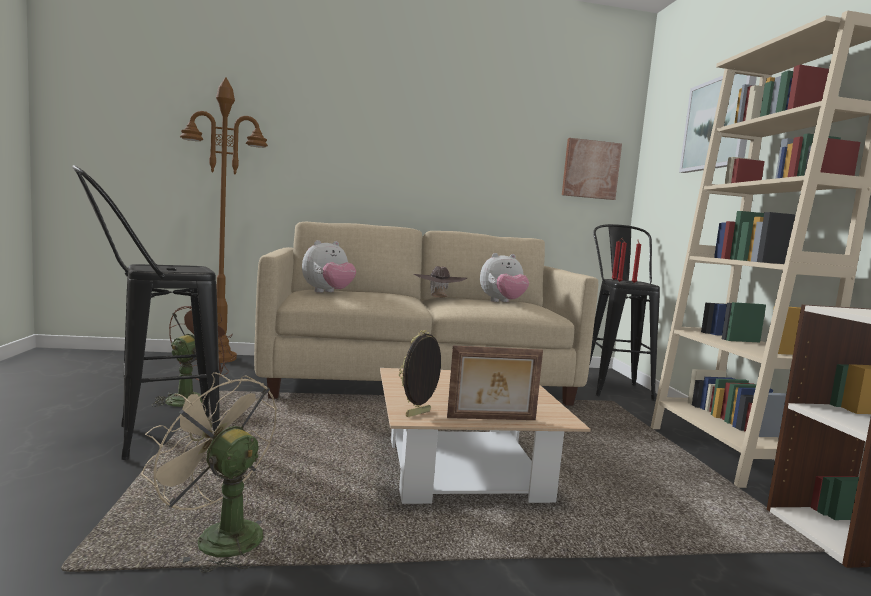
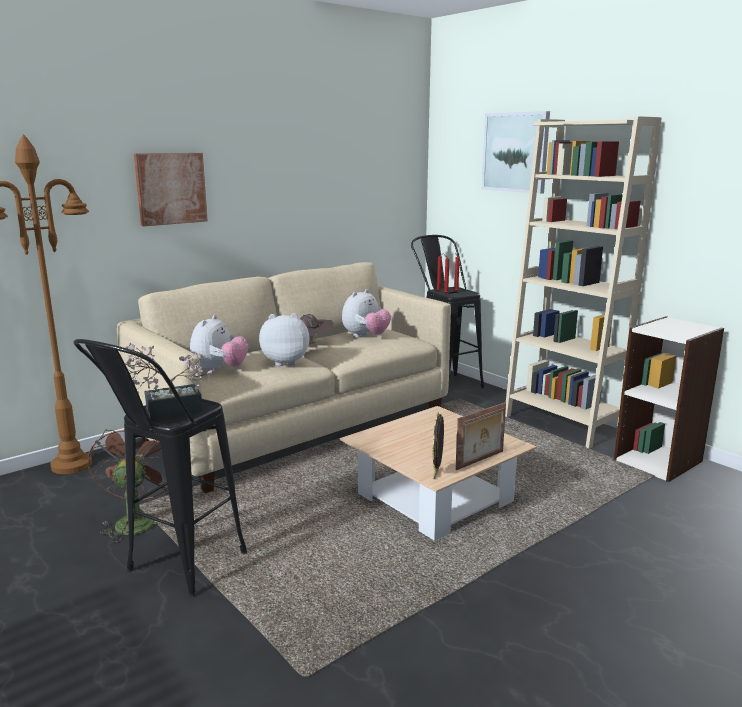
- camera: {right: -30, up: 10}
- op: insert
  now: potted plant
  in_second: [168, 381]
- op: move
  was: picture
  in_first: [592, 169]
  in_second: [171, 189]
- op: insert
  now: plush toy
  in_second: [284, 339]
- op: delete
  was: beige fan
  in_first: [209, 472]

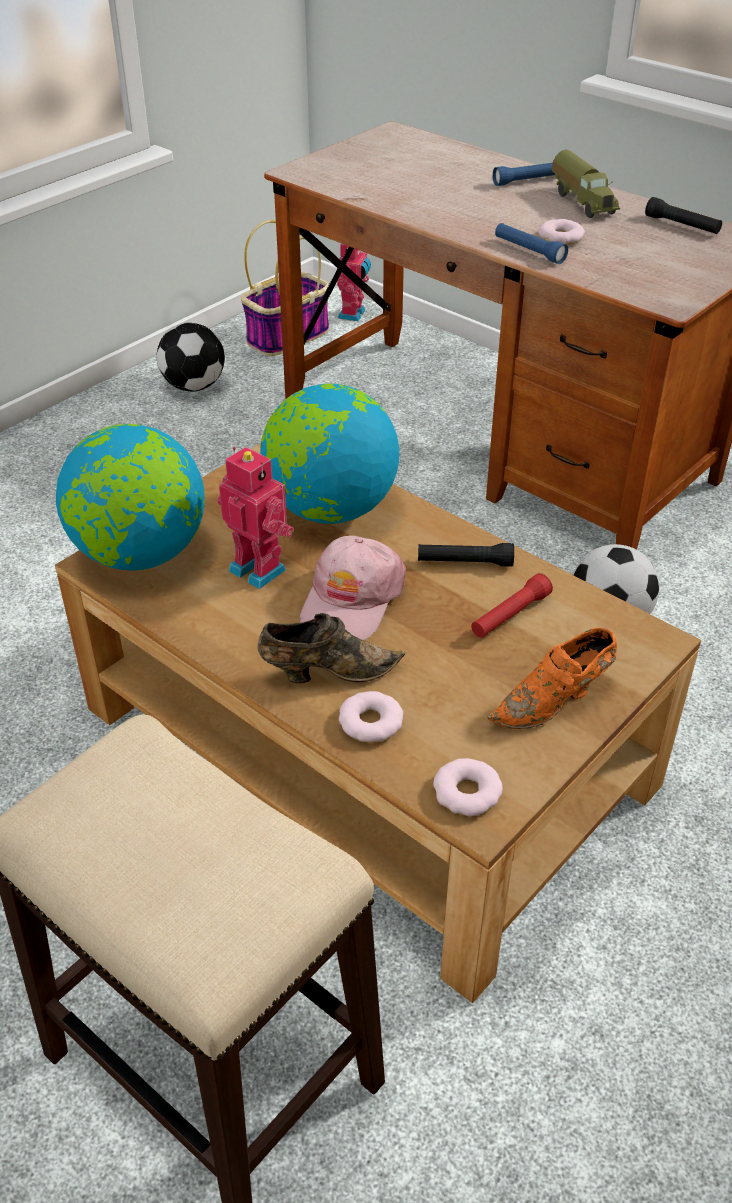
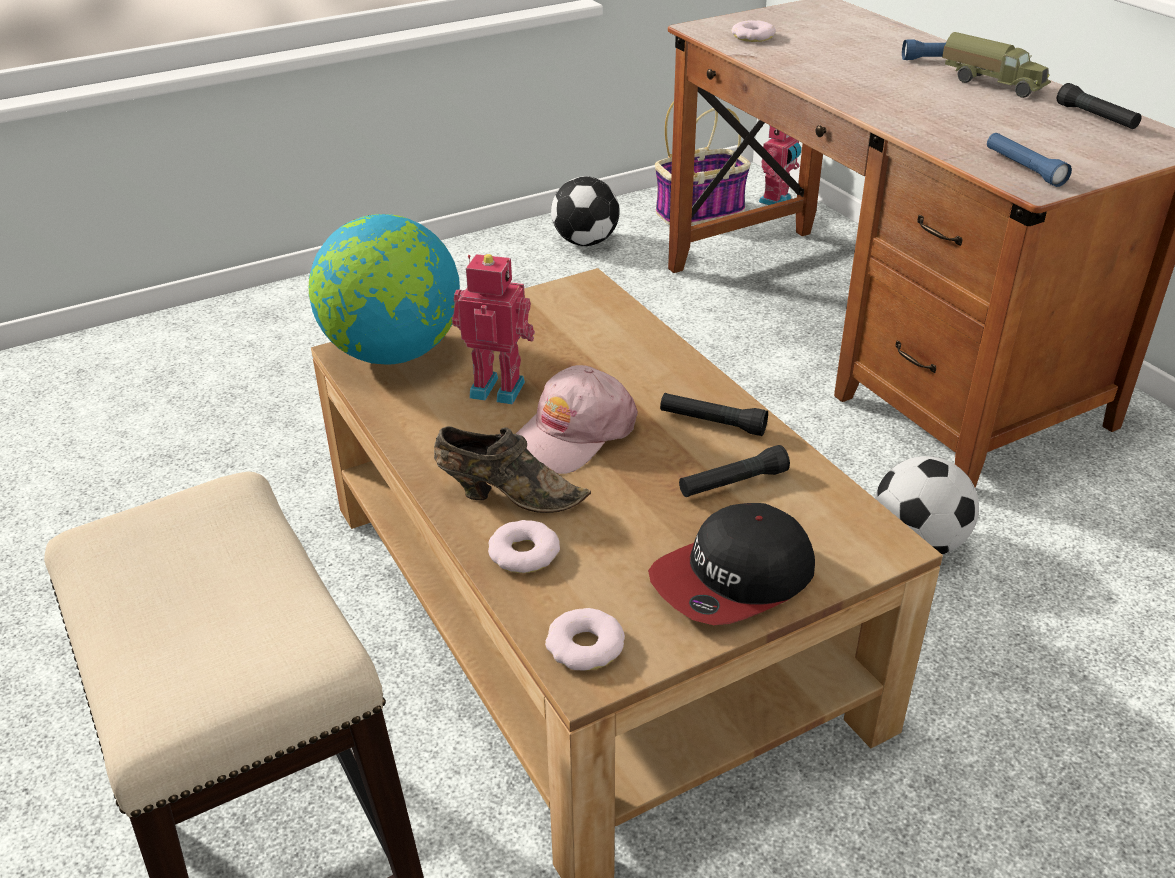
- camera: {right: 20, up: -5}
- op: rotate
  was: toy robot
  in_first: [255, 518]
  in_second: [493, 329]
  clockwise: -45
- op: replace
  was: orange shoe
  now: cap
  in_first: [552, 678]
  in_second: [731, 564]
- op: recolor
  was: red flashlight
  now: black flashlight
  in_first: [512, 605]
  in_second: [734, 471]
- op: move
  was: donut
  in_first: [561, 232]
  in_second: [753, 31]
- op: rotate
  was: toy truck
  in_first: [586, 184]
  in_second: [996, 65]
  clockwise: -45
- op: move
  was: blue flashlight
  in_first: [531, 243]
  in_second: [1029, 160]
- op: delete
  was: globe
  in_first: [329, 454]

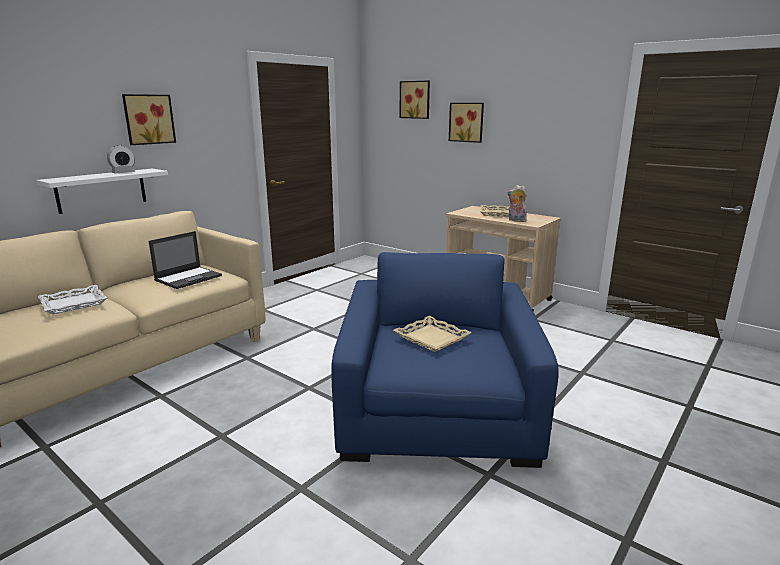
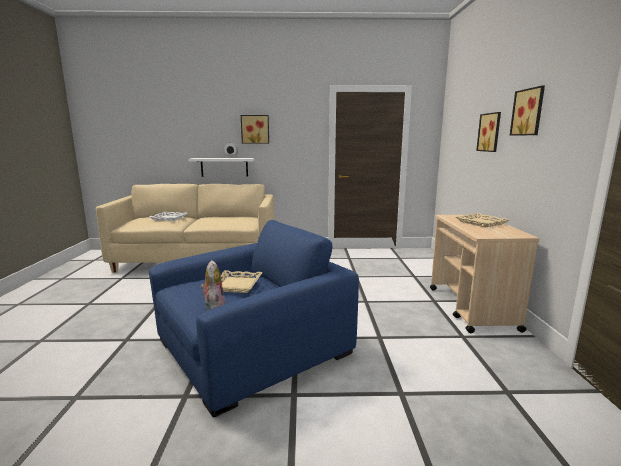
- camera: {right: 50, up: -5}
- op: move
  was: plush toy
  in_first: [517, 203]
  in_second: [213, 285]
- op: move
  was: picture
  in_first: [415, 99]
  in_second: [527, 111]
- op: delete
  was: laptop
  in_first: [185, 260]

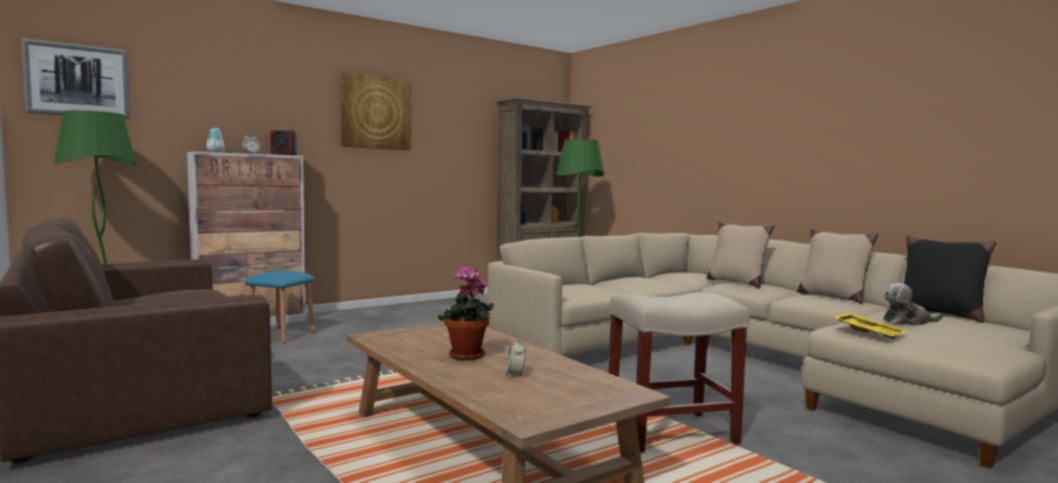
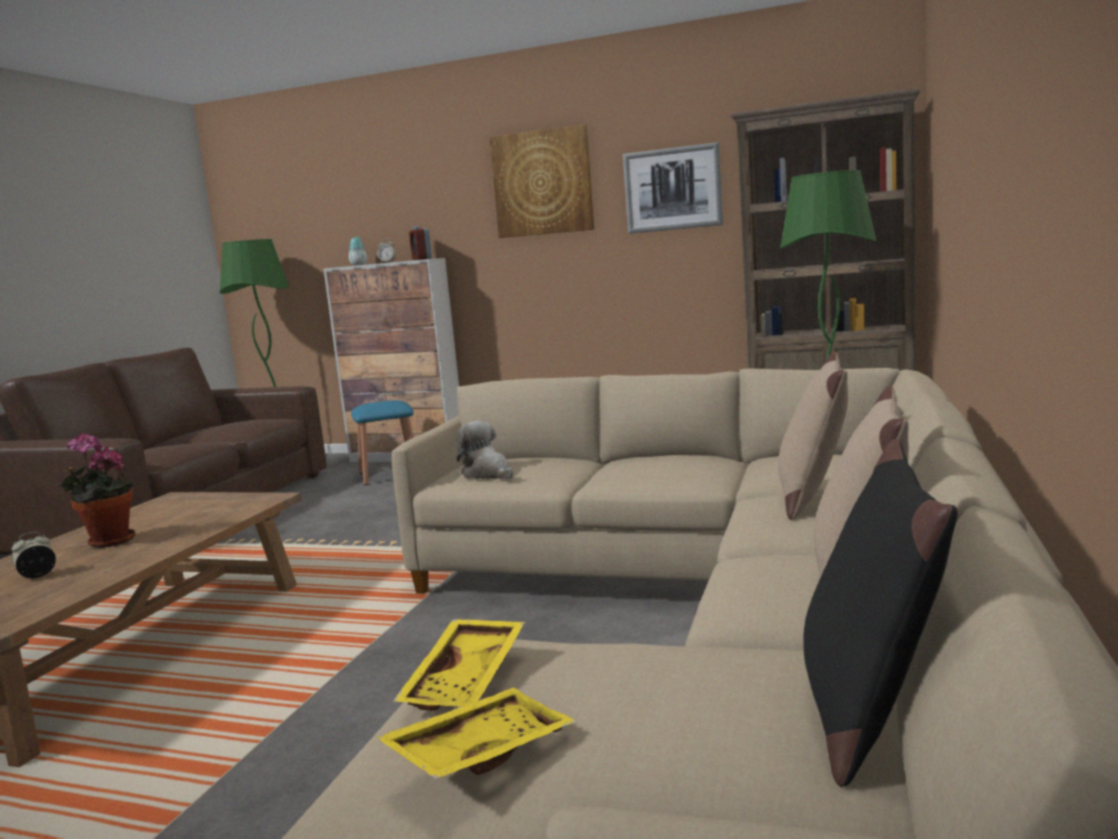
- camera: {right: 55, up: 5}
- op: insert
  now: yellow tray
  in_second: [476, 733]
- op: move
  was: plush toy
  in_first: [913, 304]
  in_second: [484, 450]
- op: move
  was: picture
  in_first: [75, 78]
  in_second: [673, 188]
- op: delete
  was: beige stool
  in_first: [679, 372]

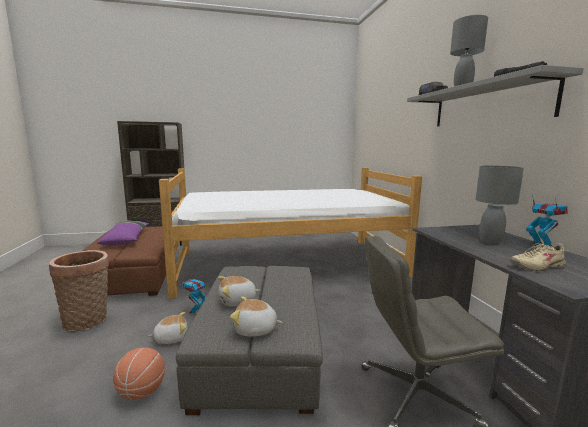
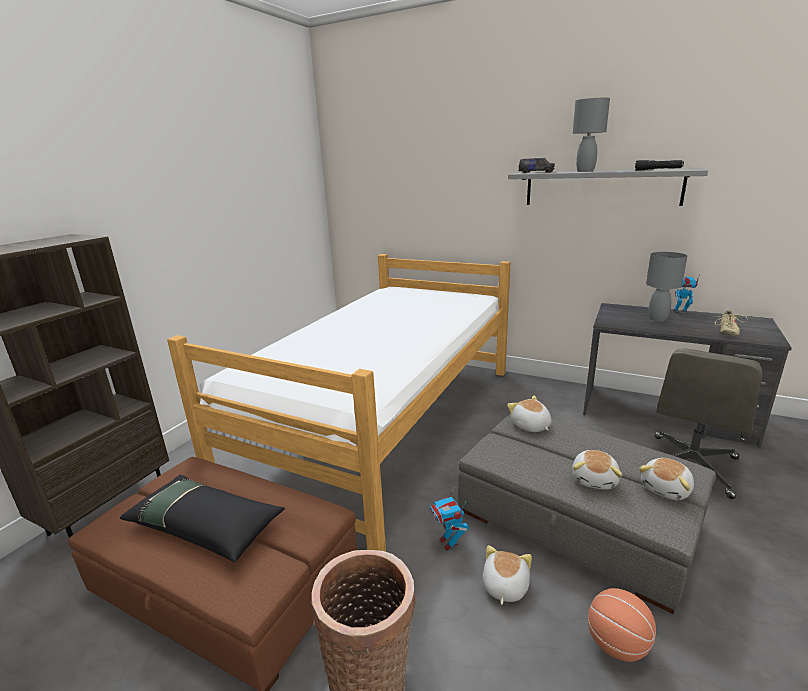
- camera: {right: -50, up: 10}
- op: recolor
  was: purple pillow
  now: black pillow
  in_first: [123, 233]
  in_second: [202, 518]
- op: insert
  now: plush toy
  in_second: [529, 414]

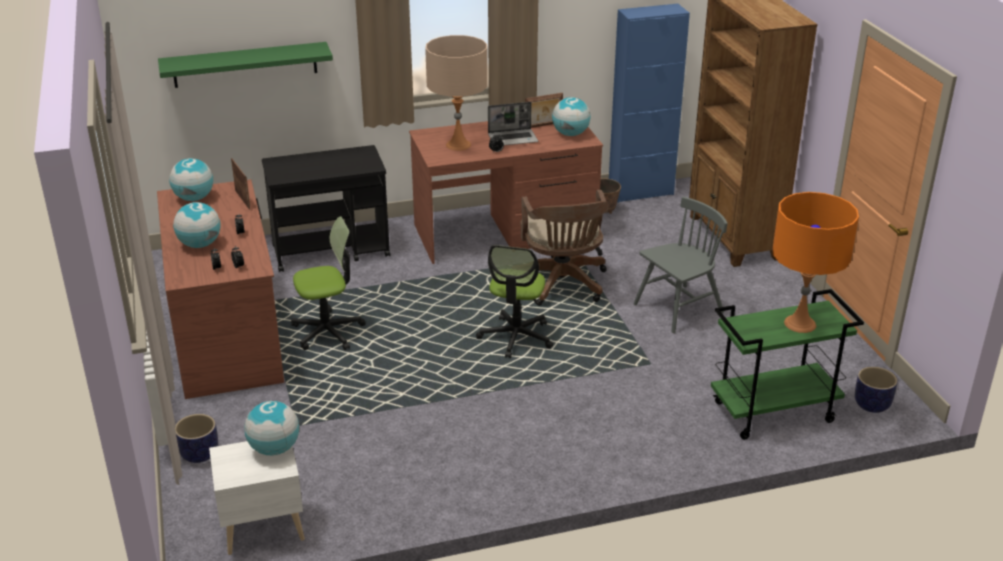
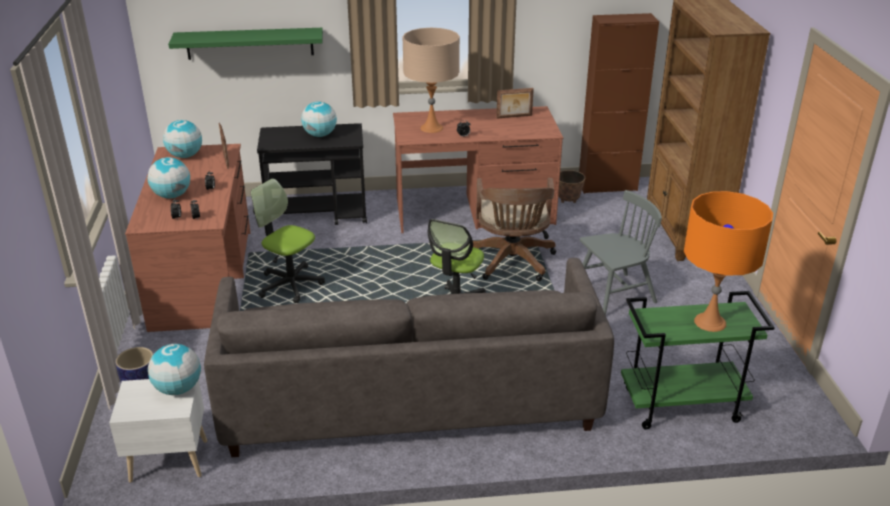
- camera: {right: 10, up: 0}
- op: insert
  now: grey sofa
  in_second: [409, 357]
- op: rotate
  was: office chair
  in_first: [328, 283]
  in_second: [288, 241]
  clockwise: -135
- op: move
  was: globe
  in_first: [571, 116]
  in_second: [319, 119]
- op: recolor
  was: blue cabinet
  now: brown cabinet
  in_first: [649, 103]
  in_second: [619, 103]
- op: delete
  was: laptop
  in_first: [513, 123]
- op: delete
  was: planter
  in_first: [876, 390]

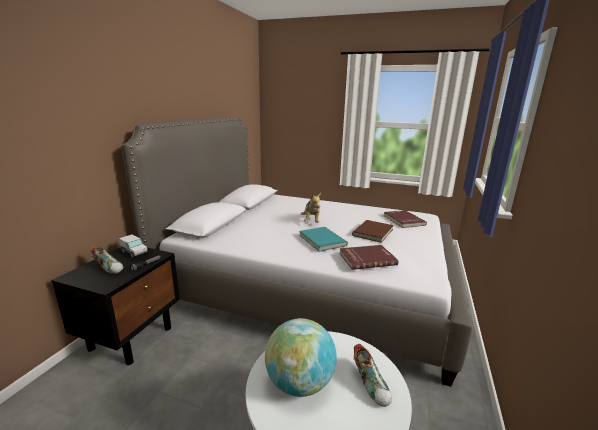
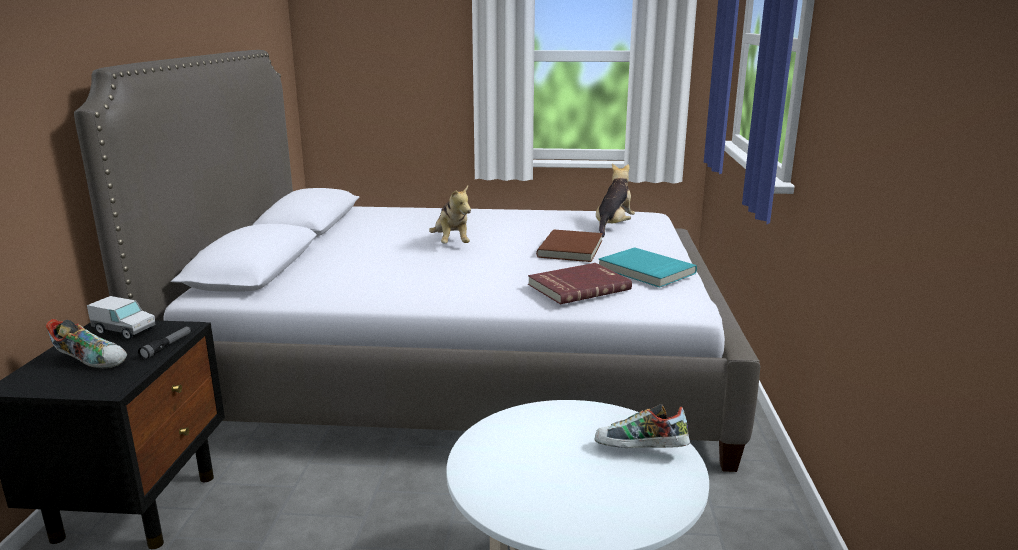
- camera: {right: -15, up: 0}
- op: rotate
  was: shoe
  in_first: [373, 375]
  in_second: [642, 426]
  clockwise: 135
- op: replace
  was: red book
  now: plush toy
  in_first: [405, 219]
  in_second: [615, 200]
- op: move
  was: turquoise book
  in_first: [323, 239]
  in_second: [647, 267]
- op: delete
  was: globe
  in_first: [301, 357]

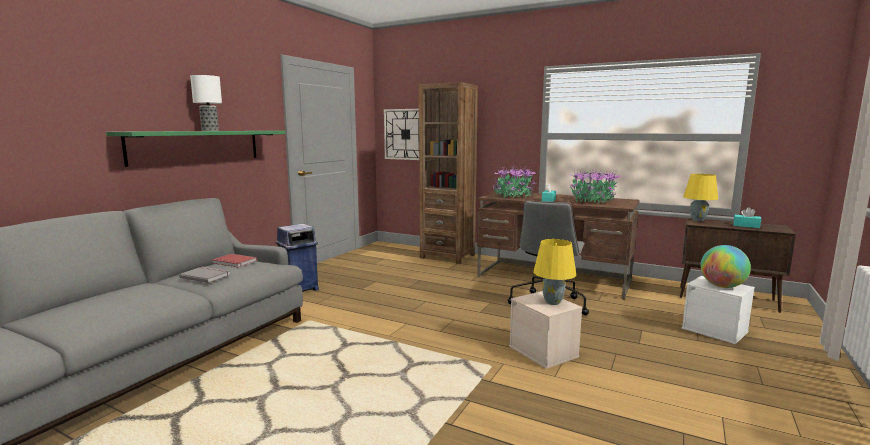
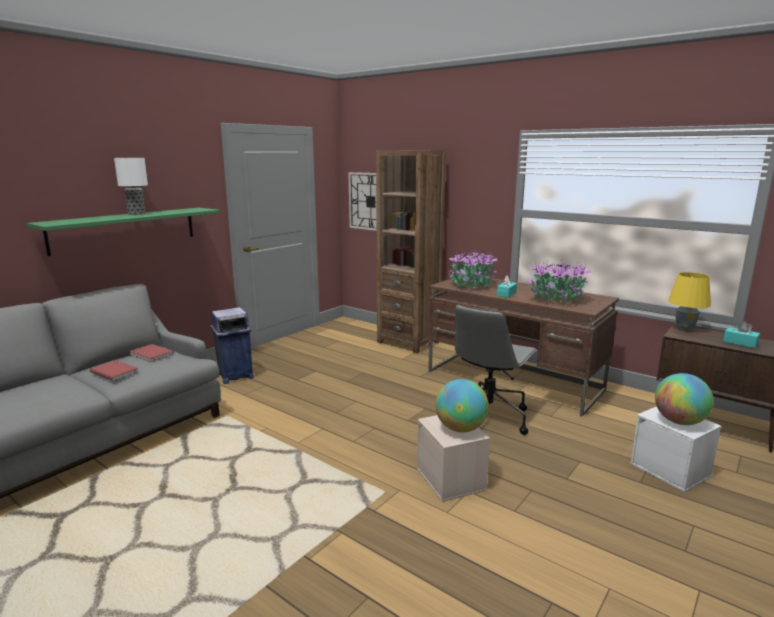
- camera: {right: 10, up: 5}
- op: recolor
  was: grey book
  now: red book
  in_first: [205, 275]
  in_second: [114, 370]
- op: replace
  was: yellow table lamp
  now: globe
  in_first: [554, 272]
  in_second: [462, 405]

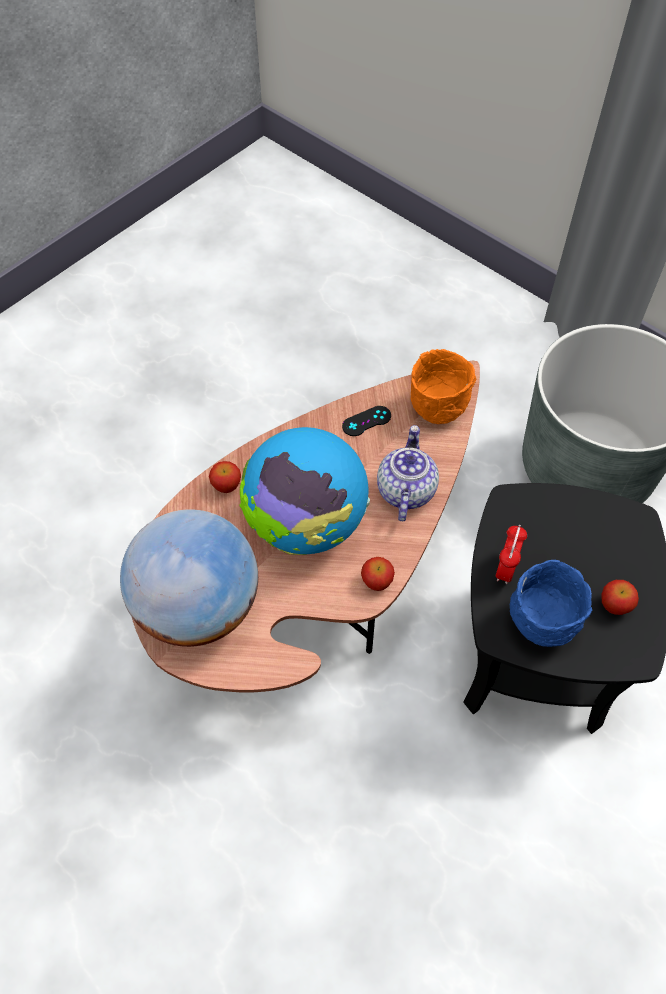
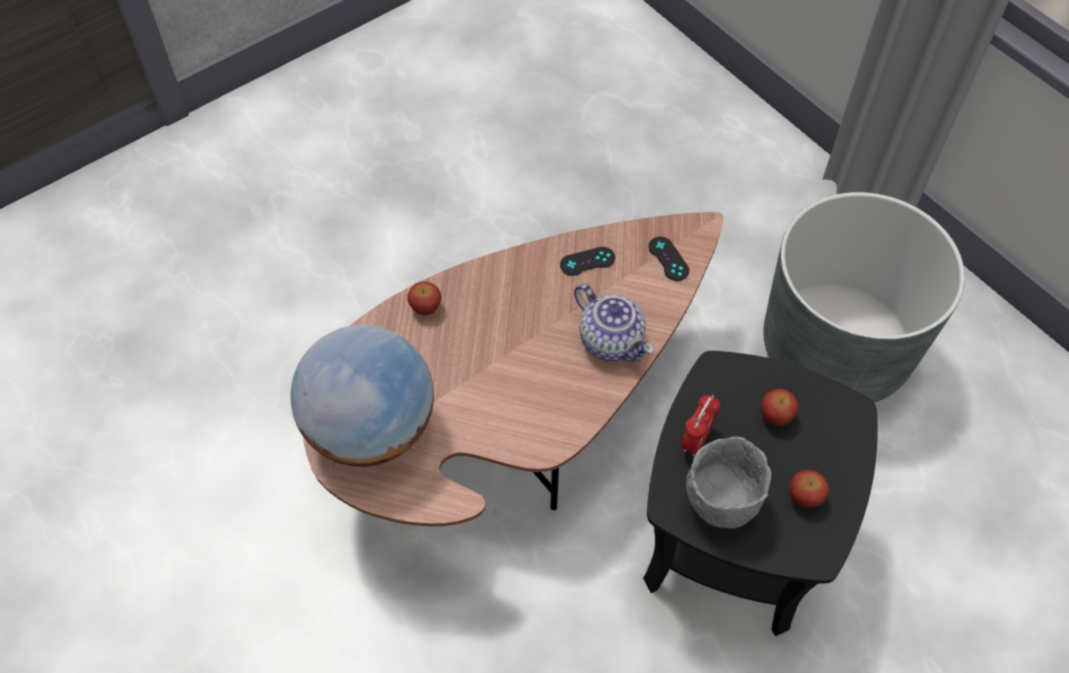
- camera: {right: 10, up: 0}
- op: rotate
  was: teapot
  in_first: [408, 473]
  in_second: [614, 323]
  clockwise: 120
- op: replace
  was: orange bowl
  now: black game controller
  in_first: [443, 386]
  in_second: [668, 259]
- op: recolor
  was: blue bowl
  now: grey bowl
  in_first: [551, 603]
  in_second: [728, 483]
- op: move
  was: apple
  in_first: [378, 574]
  in_second: [779, 407]
- op: delete
  was: globe
  in_first: [304, 491]

